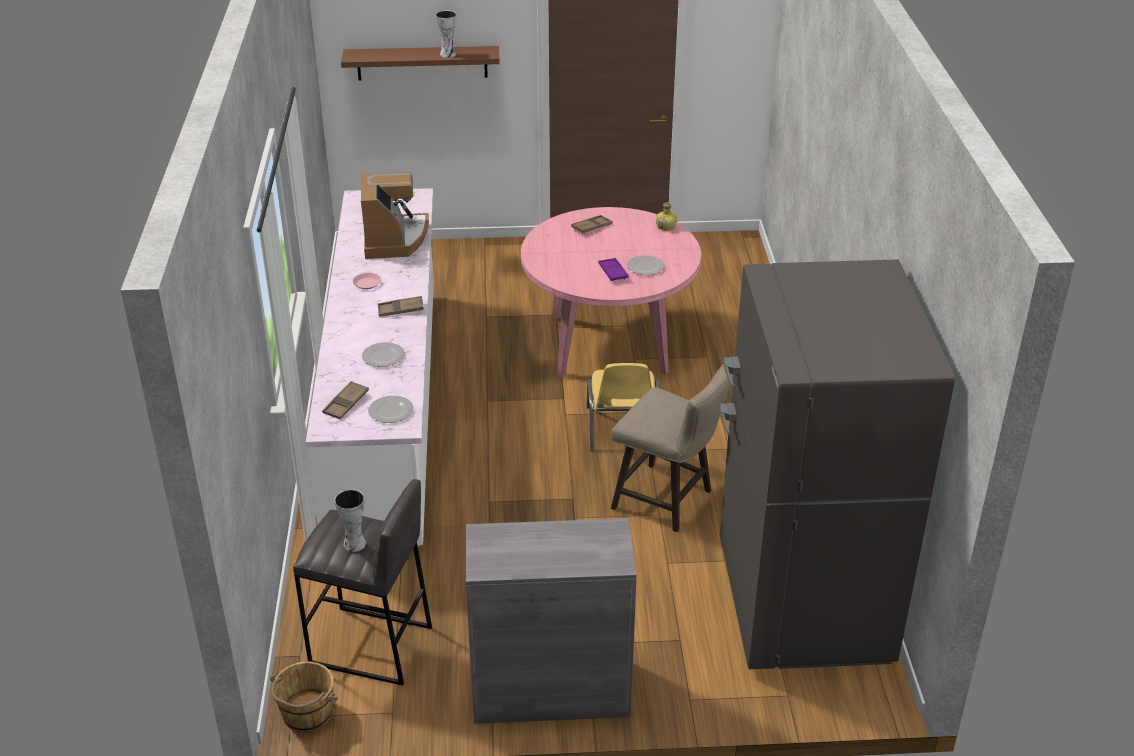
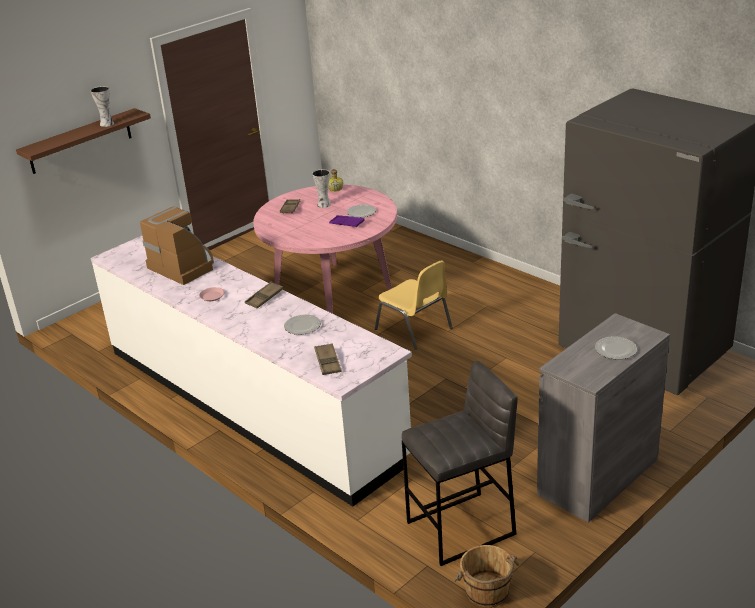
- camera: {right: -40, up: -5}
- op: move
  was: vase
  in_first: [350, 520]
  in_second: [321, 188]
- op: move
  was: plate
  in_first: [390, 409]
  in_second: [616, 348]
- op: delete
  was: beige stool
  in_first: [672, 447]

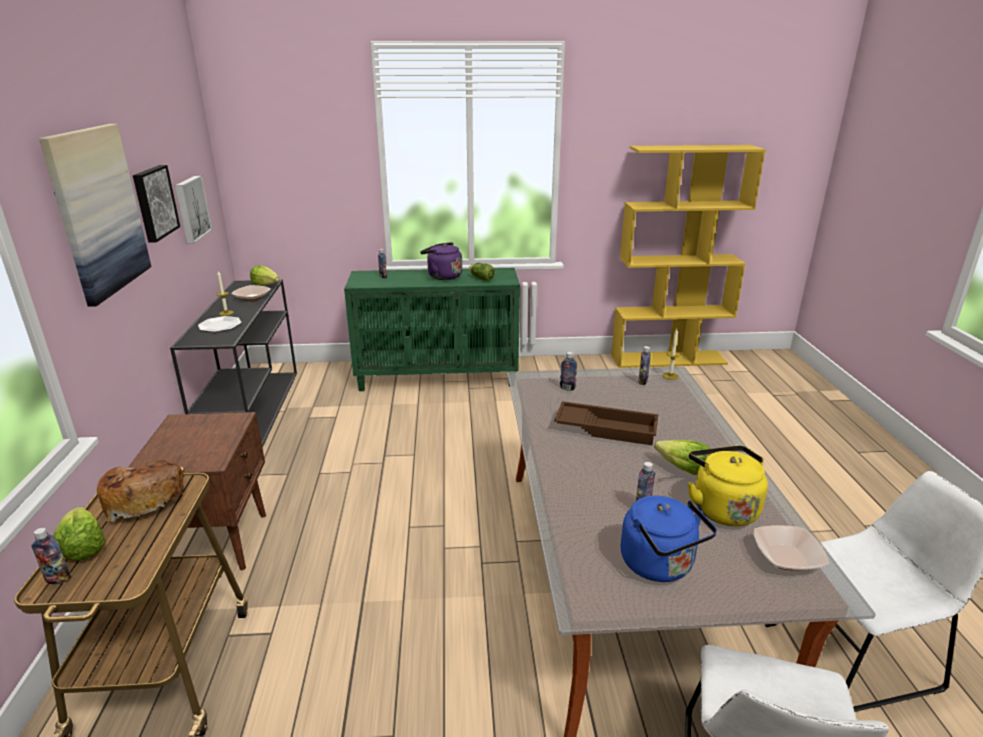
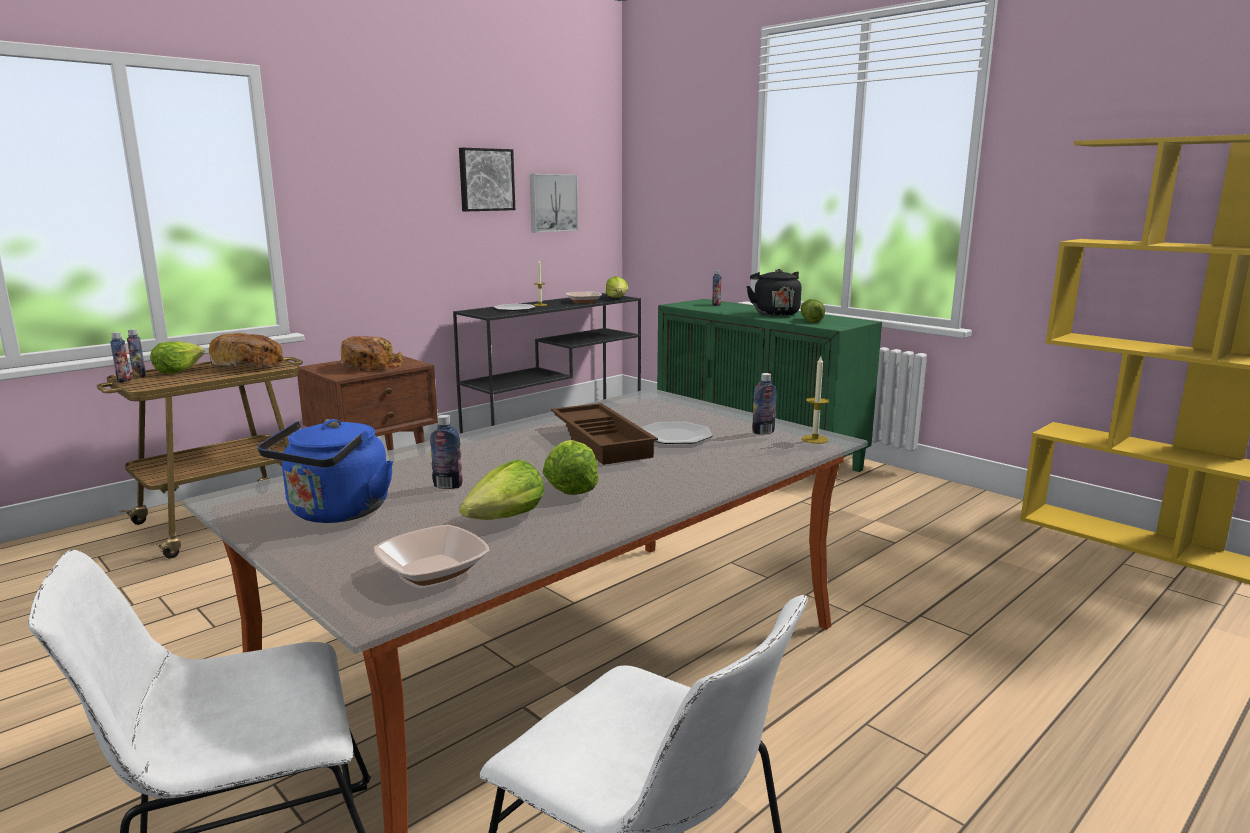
- camera: {right: 50, up: -10}
- op: move
  was: bottle
  in_first: [568, 371]
  in_second: [120, 357]
- op: insert
  now: bread
  in_second: [372, 353]
- op: replace
  was: yellow kettle
  now: lettuce
  in_first: [728, 485]
  in_second: [501, 490]
- op: insert
  now: plate
  in_second: [677, 432]
- op: recolor
  was: purple kettle
  now: black kettle
  in_first: [441, 261]
  in_second: [774, 292]
- op: delete
  was: picture
  in_first: [95, 215]

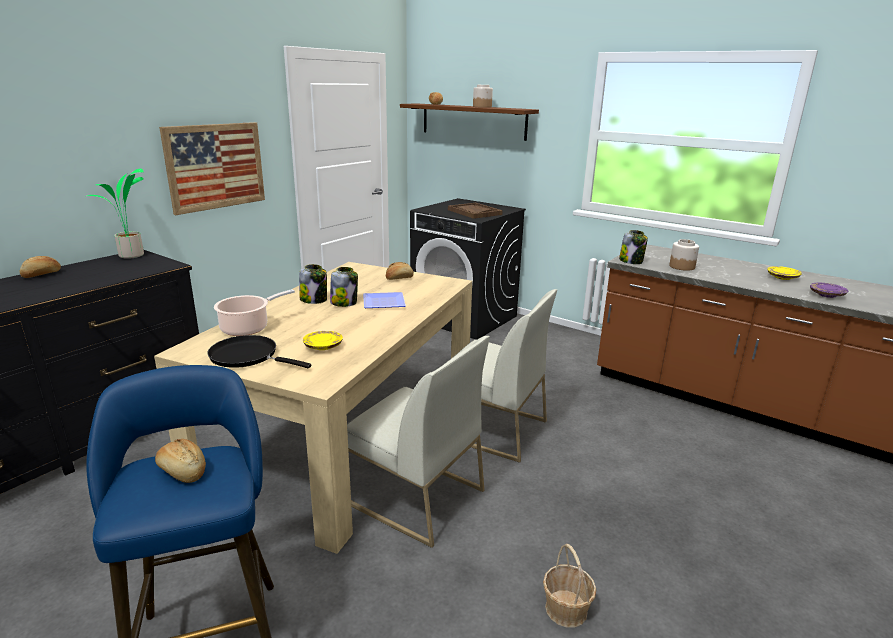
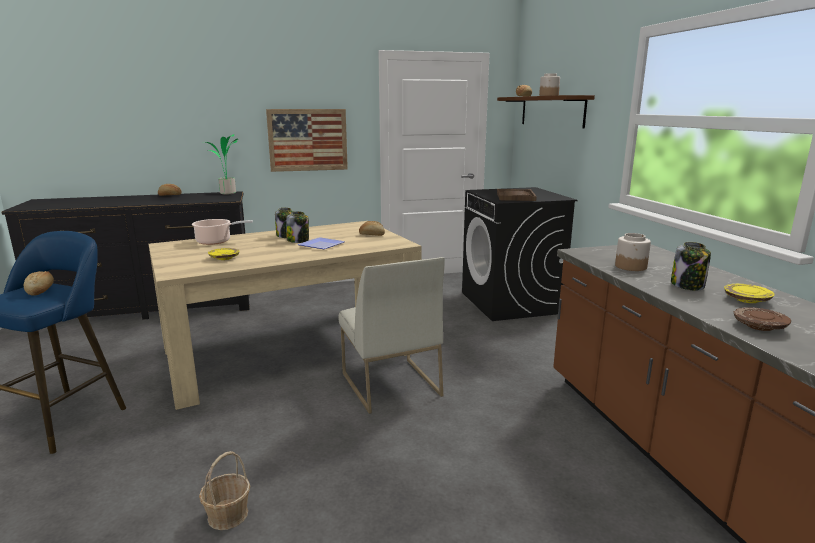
- camera: {right: 40, up: -5}
- op: move
  was: jar
  in_first: [633, 247]
  in_second: [691, 266]
- op: recolor
  was: purple plate
  now: brown plate
  in_first: [829, 290]
  in_second: [762, 319]
- op: delete
  was: black frying pan
  in_first: [259, 351]
- op: delete
  was: white chair
  in_first: [418, 442]

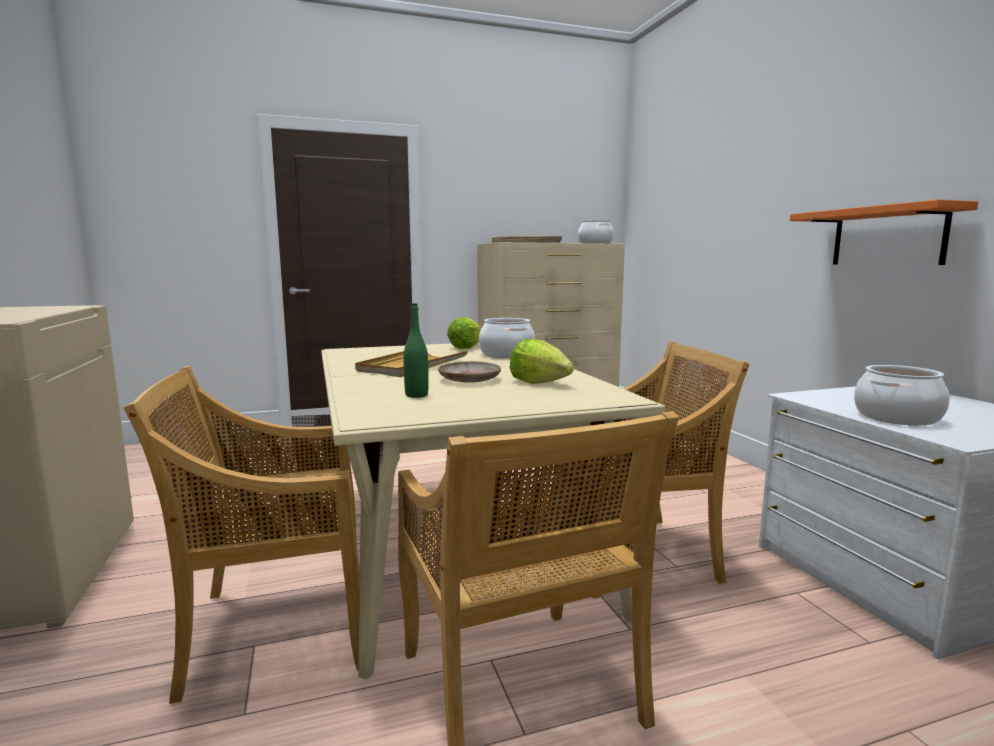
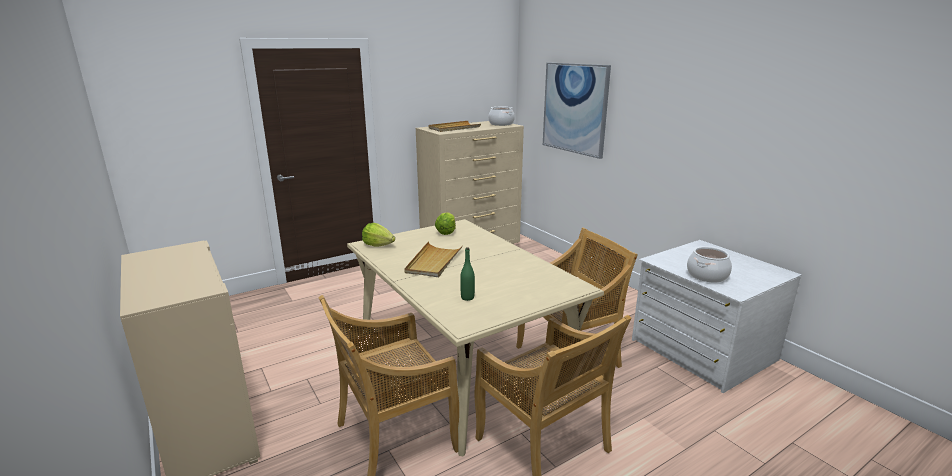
- camera: {right: -15, up: 10}
- op: move
  was: lettuce
  in_first: [542, 361]
  in_second: [378, 234]
- op: insert
  now: picture
  in_second: [577, 111]
- op: delete
  was: beige plate
  in_first: [469, 372]
- op: delete
  was: cooking pot
  in_first: [507, 338]
- op: delete
  was: orange shelf
  in_first: [884, 232]

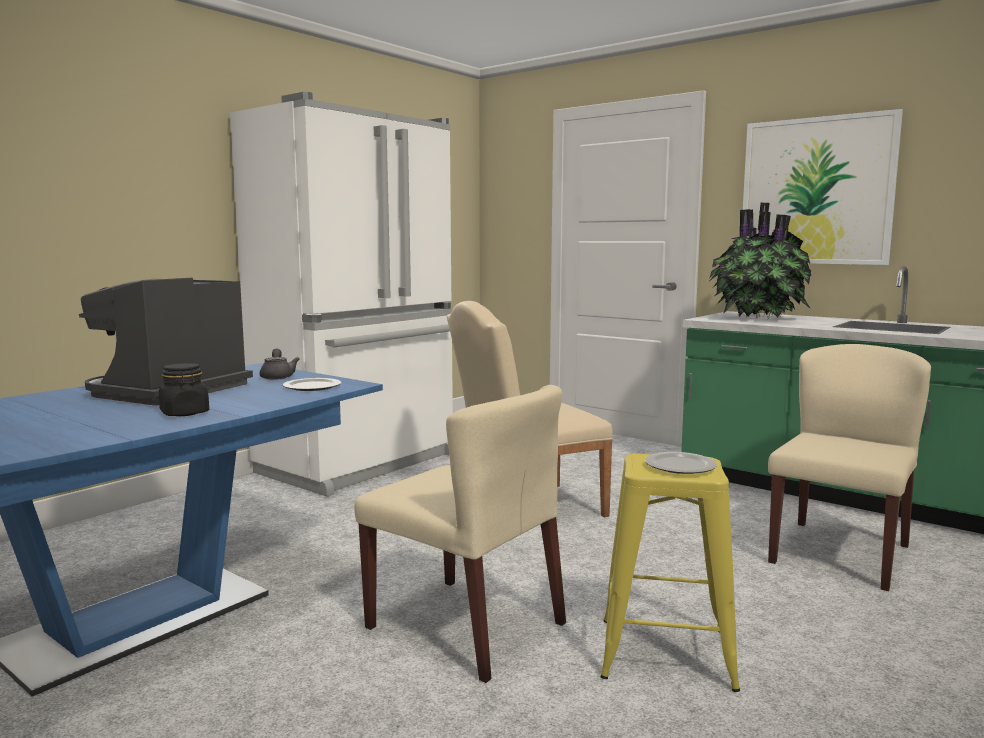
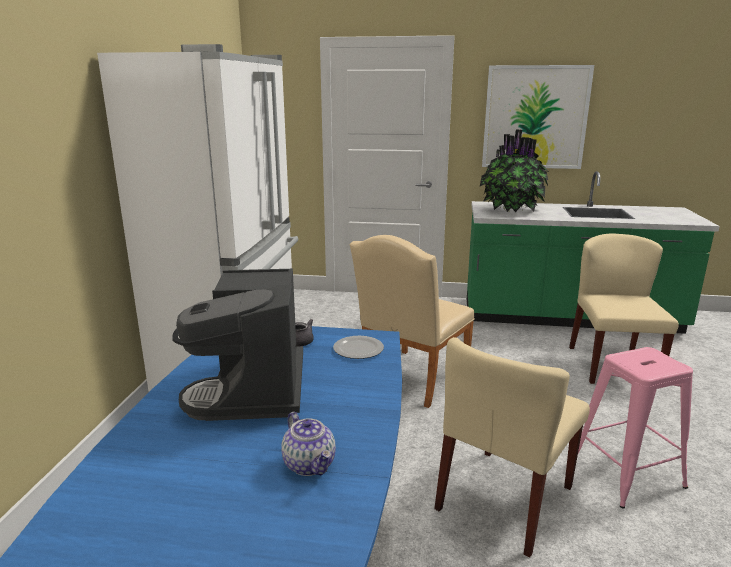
- camera: {right: -30, up: 10}
- op: insert
  now: teapot
  in_second: [308, 444]
- op: rotate
  was: beige chair
  in_first: [460, 534]
  in_second: [512, 447]
  clockwise: 120
- op: recolor
  was: yellow stool
  now: pink stool
  in_first: [670, 572]
  in_second: [635, 427]
- op: delete
  was: black jar
  in_first: [184, 389]
- op: delete
  was: plate
  in_first: [681, 463]

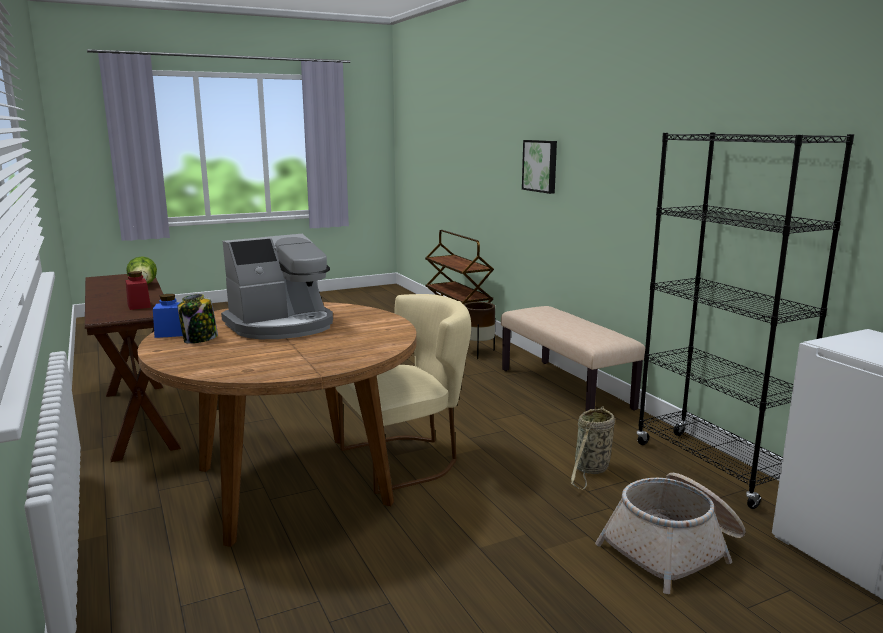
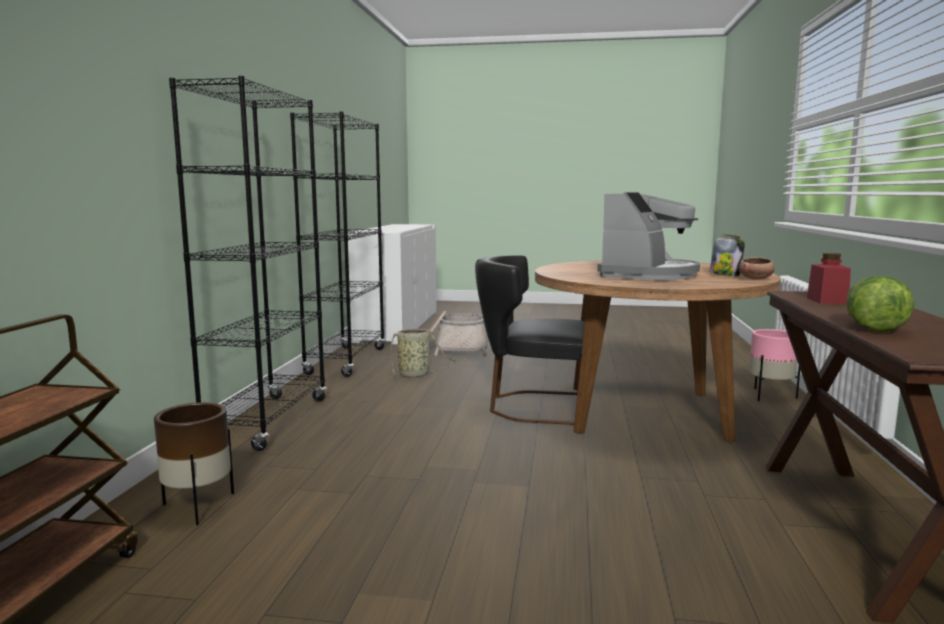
- camera: {right: -145, up: -5}
- op: replace
  was: beige bench
  now: black bookcase
  in_first: [573, 358]
  in_second: [248, 263]
- op: recolor
  was: beige chair
  now: black chair
  in_first: [403, 394]
  in_second: [530, 340]
- op: rotate
  was: coffee machine
  in_first: [277, 286]
  in_second: [648, 236]
  clockwise: 120
- op: replace
  was: blue jar
  now: bowl
  in_first: [168, 316]
  in_second: [757, 268]
- op: insert
  now: pink planter
  in_second: [774, 365]
- op: delete
  was: picture
  in_first: [539, 167]

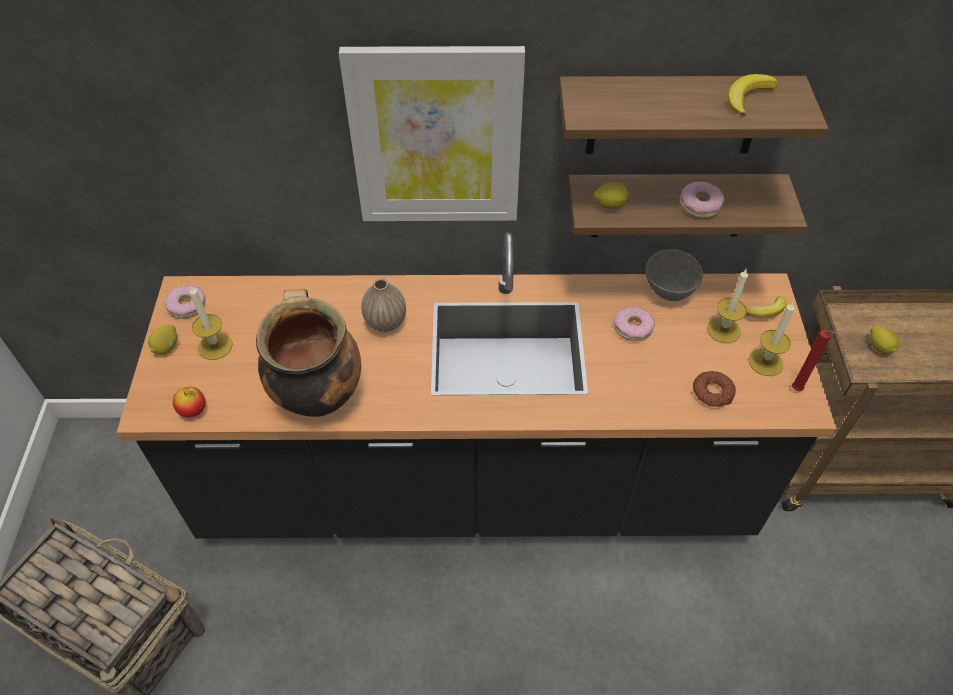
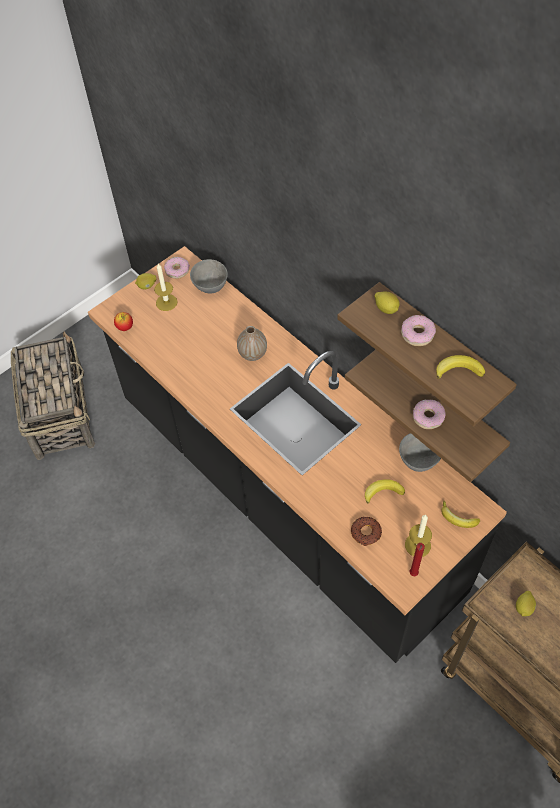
- camera: {right: 50, up: 5}
- op: insert
  now: grey bowl
  in_second: [209, 276]
- op: insert
  now: banana
  in_second: [385, 491]
- op: move
  was: lemon
  in_first: [611, 195]
  in_second: [387, 302]
- op: move
  was: donut
  in_first: [634, 323]
  in_second: [418, 330]
- op: delete
  was: cooking pot
  in_first: [308, 353]
- op: delete
  was: picture
  in_first: [432, 133]
- op: delete
  was: candle
  in_first: [727, 306]

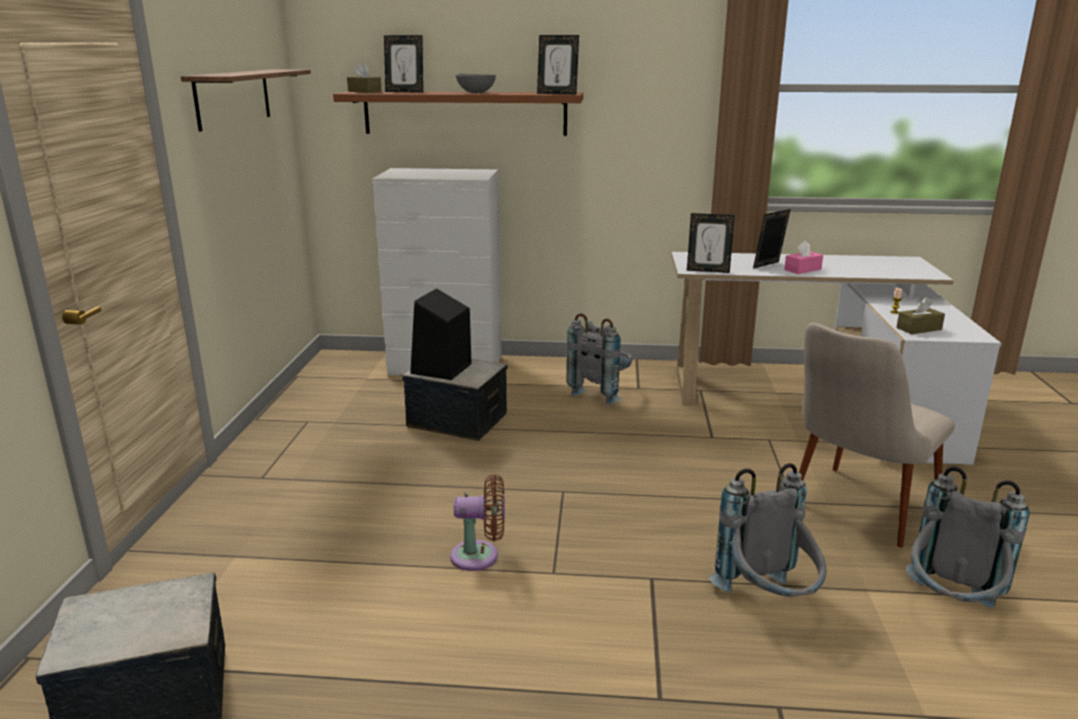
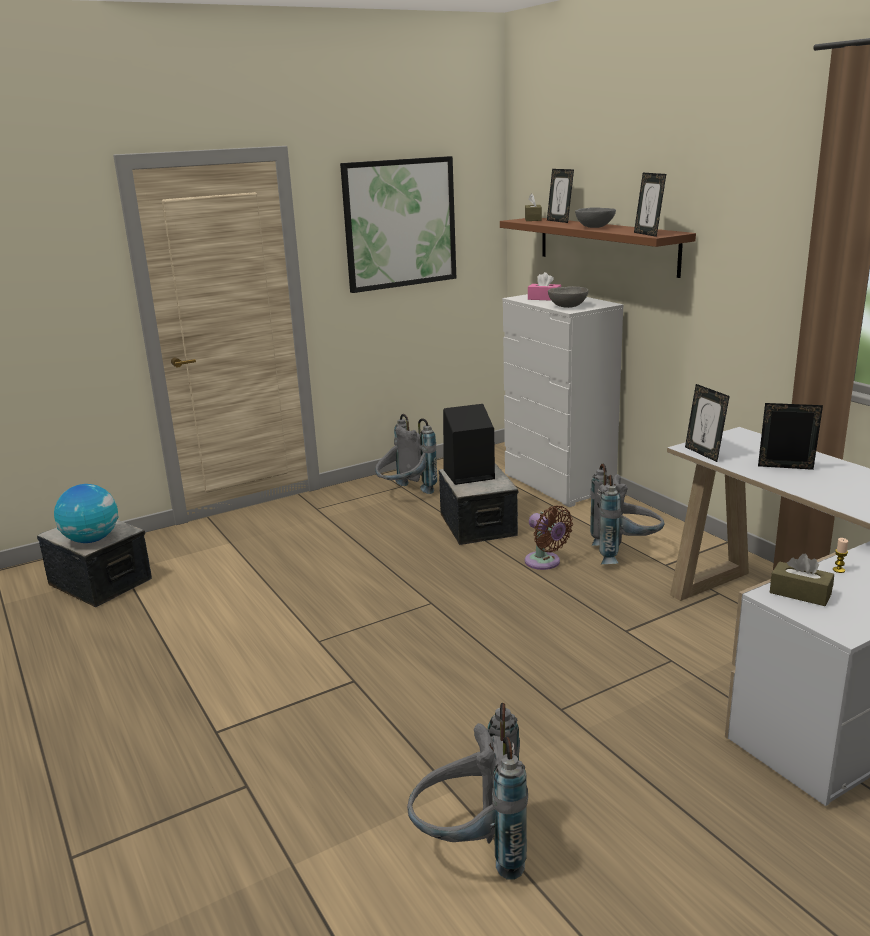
- camera: {right: 55, up: 0}
- op: insert
  now: globe
  in_second: [86, 513]
- op: replace
  was: shelf
  now: picture
  in_first: [246, 100]
  in_second: [398, 224]
- op: move
  was: grey backpack
  in_first: [767, 530]
  in_second: [406, 454]
- op: move
  was: brown fan
  in_first: [477, 522]
  in_second: [549, 537]
- op: move
  was: pink tissue box
  in_first: [803, 257]
  in_second: [544, 286]
- op: insert
  now: grey bowl
  in_second: [568, 297]
- op: delete
  was: beige chair
  in_first: [877, 435]

